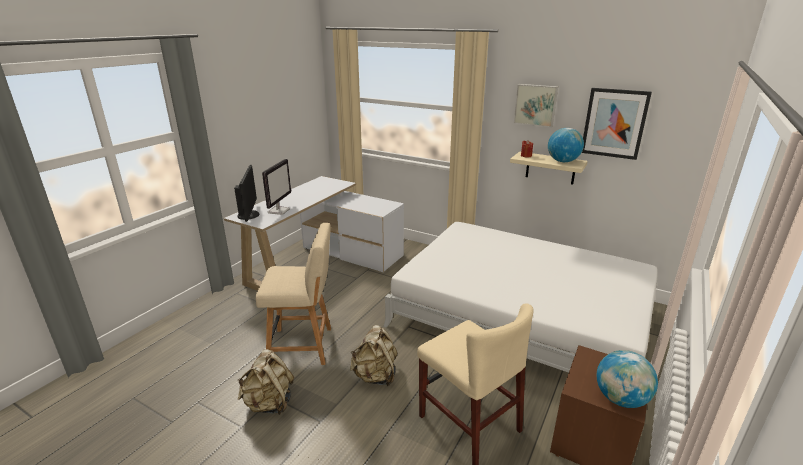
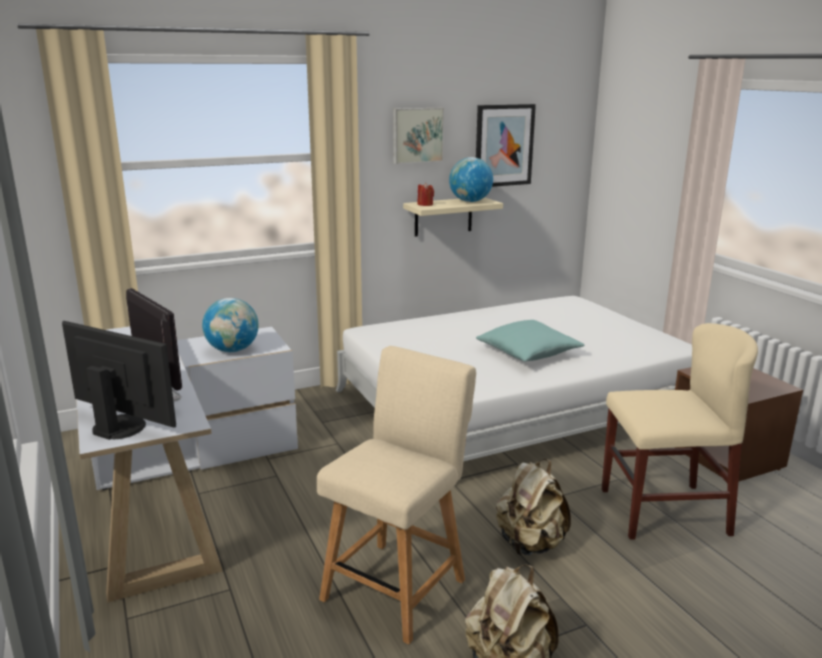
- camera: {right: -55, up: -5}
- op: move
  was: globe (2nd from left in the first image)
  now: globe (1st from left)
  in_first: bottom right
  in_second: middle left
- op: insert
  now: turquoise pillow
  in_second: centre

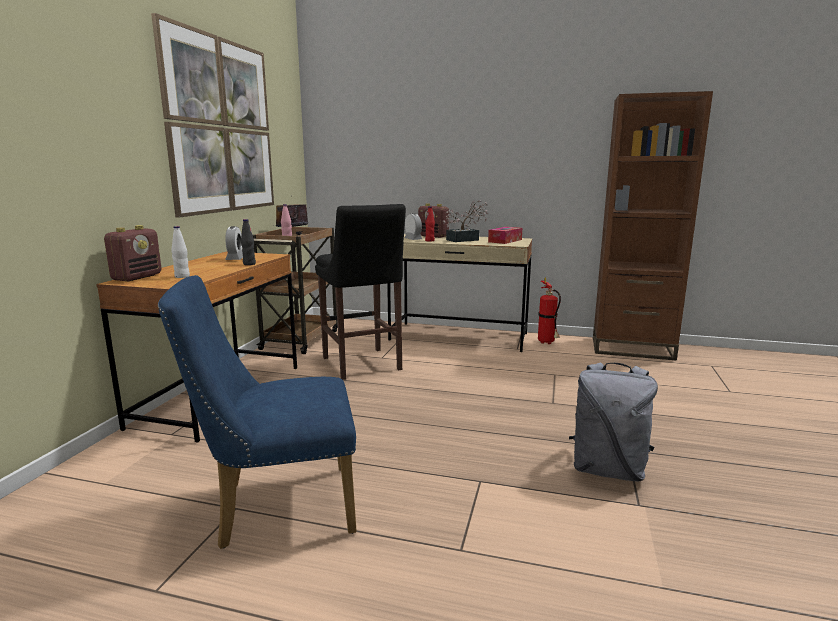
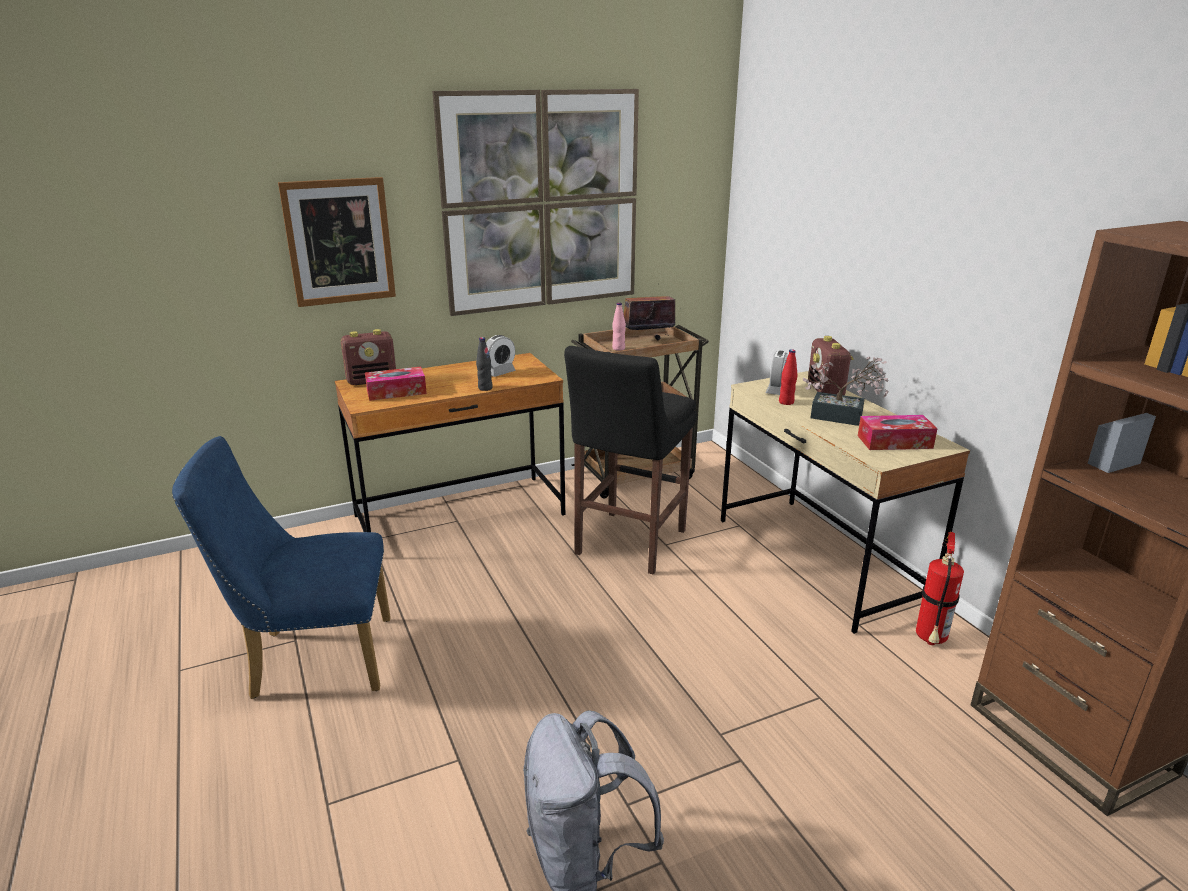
- camera: {right: 50, up: 10}
- op: rotate
  was: blue chair
  in_first: middle left
  in_second: middle left
  clockwise: -45
- op: replace
  was: white bottle
  now: tissue box (1st from left)
  in_first: middle left
  in_second: centre
- op: insert
  now: picture (1st from left)
  in_second: top left

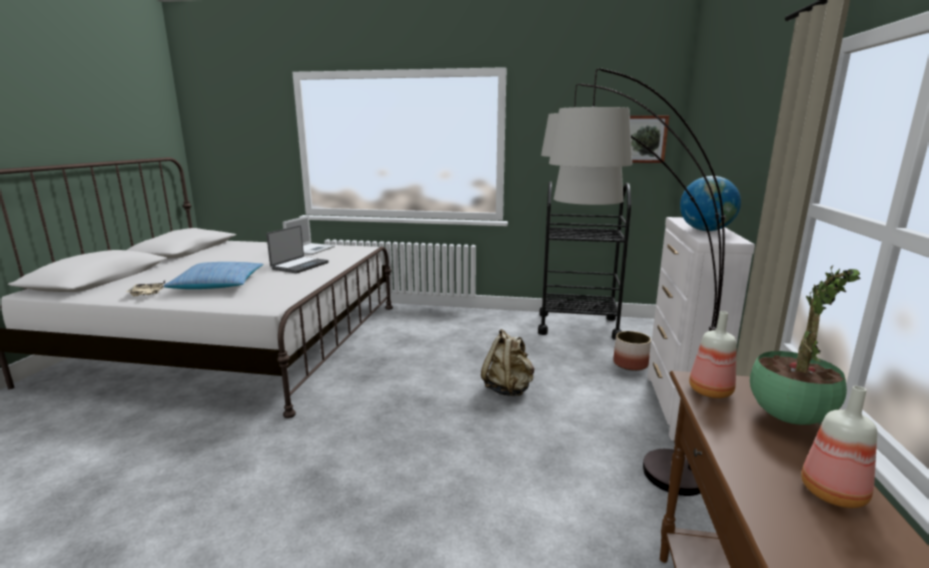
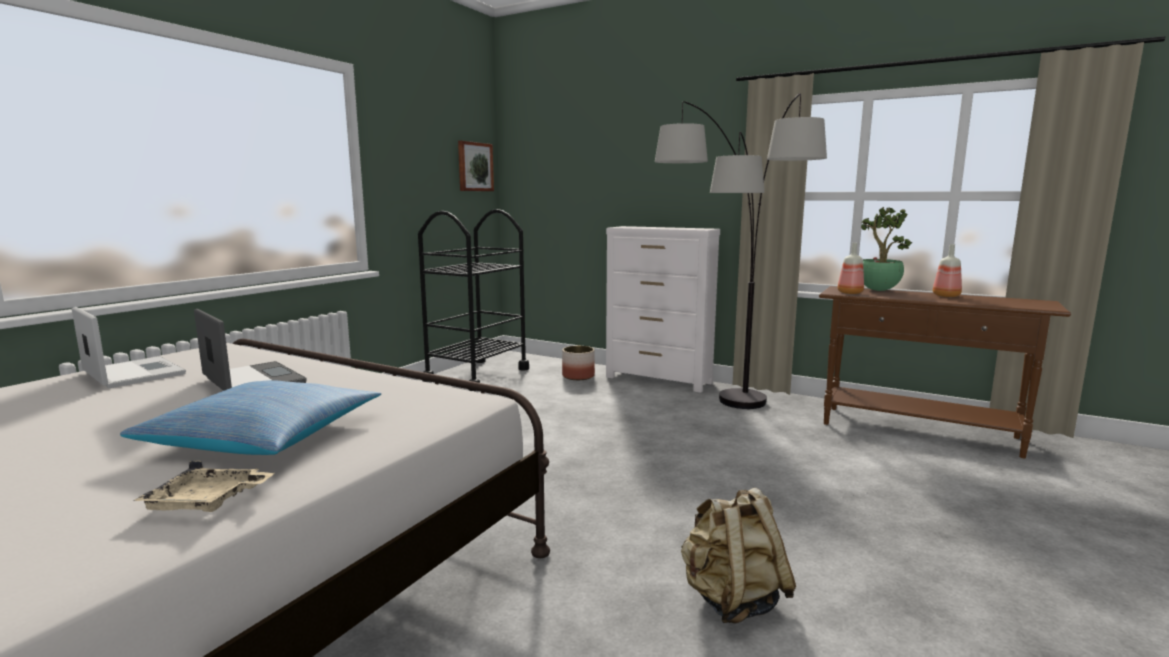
- camera: {right: -70, up: -5}
- op: move
  was: beige backpack
  in_first: centre
  in_second: bottom centre
- op: delete
  was: globe
  in_first: middle right

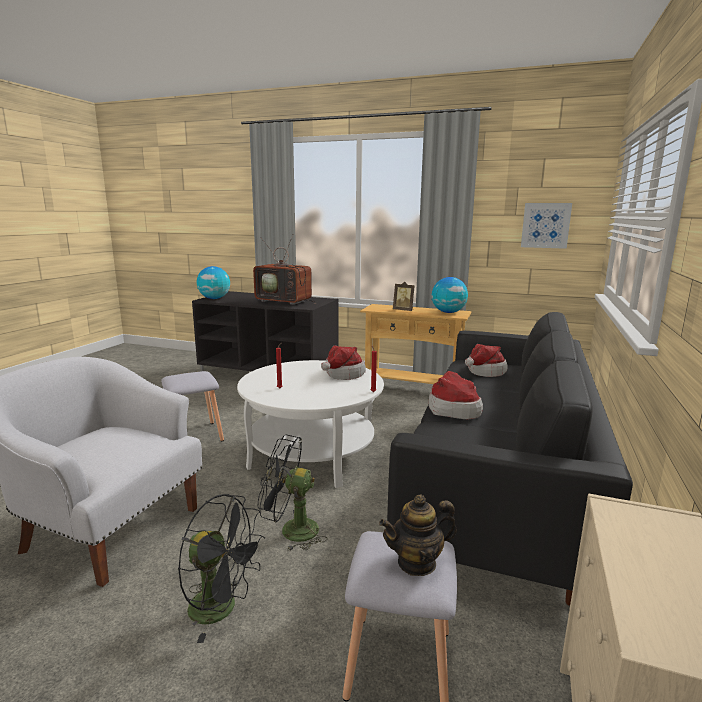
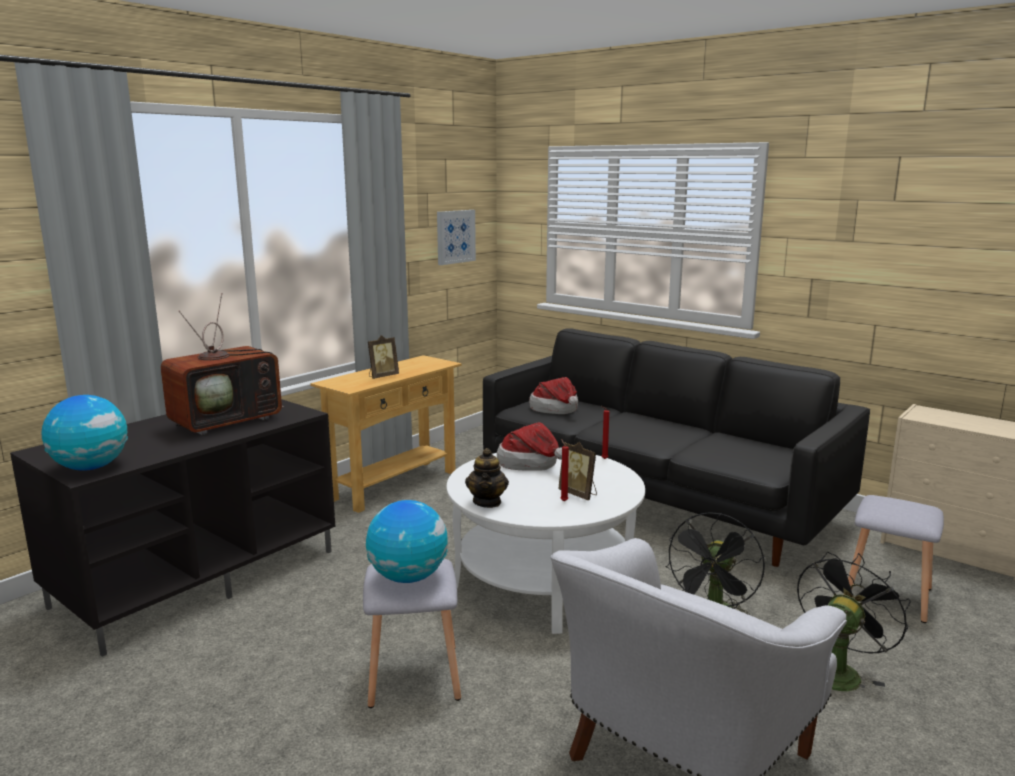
- camera: {right: -70, up: 0}
- op: move
  was: teapot
  in_first: bottom centre
  in_second: centre
- op: delete
  was: hat (2nd from left)
  in_first: centre
- op: move
  was: globe (2nd from left)
  in_first: centre
  in_second: bottom centre
- op: insert
  now: picture frame (2nd from left)
  in_second: centre

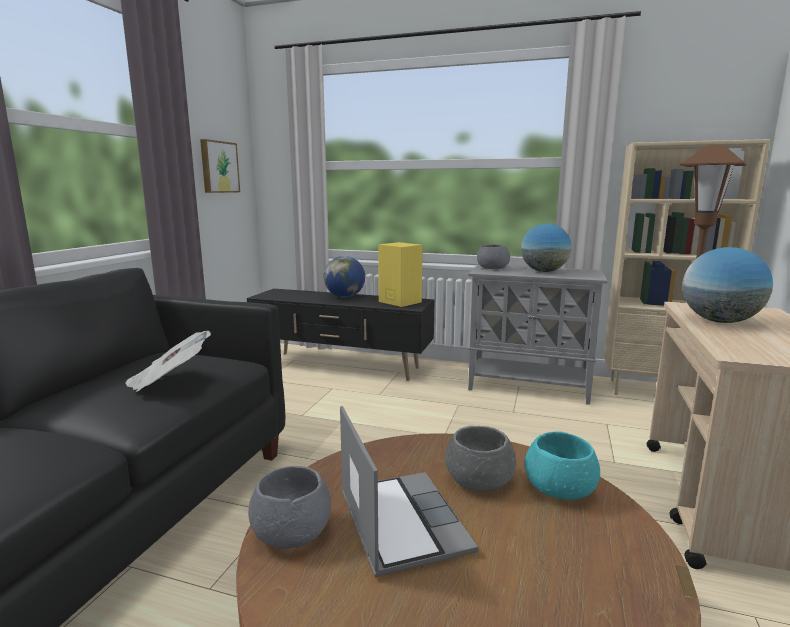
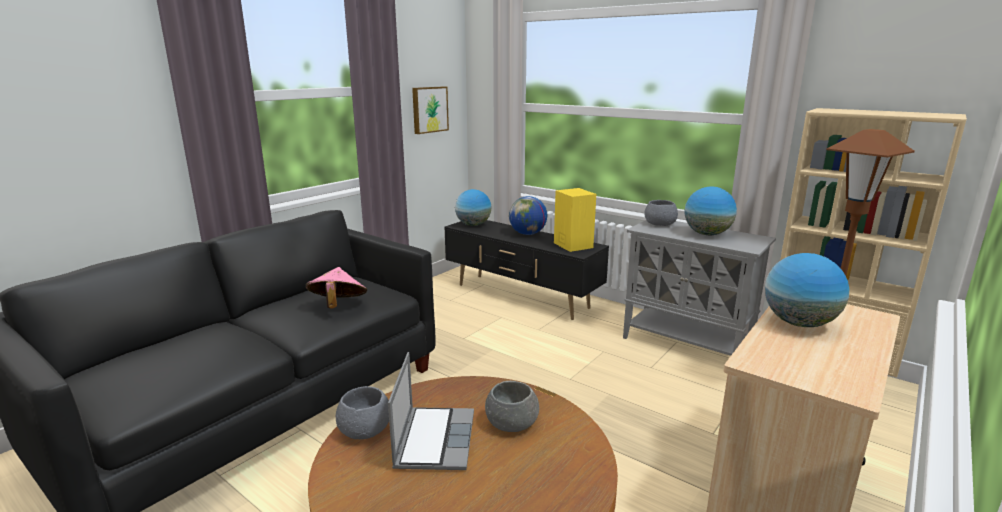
- camera: {right: 20, up: 5}
- op: replace
  was: newspaper
  now: pink hat
  in_first: middle left
  in_second: centre
- op: delete
  was: turquoise bowl
  in_first: bottom right
- op: insert
  now: globe (1st from left)
  in_second: centre

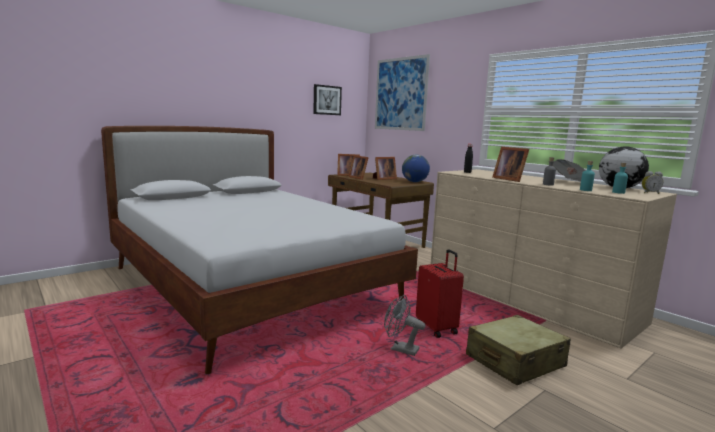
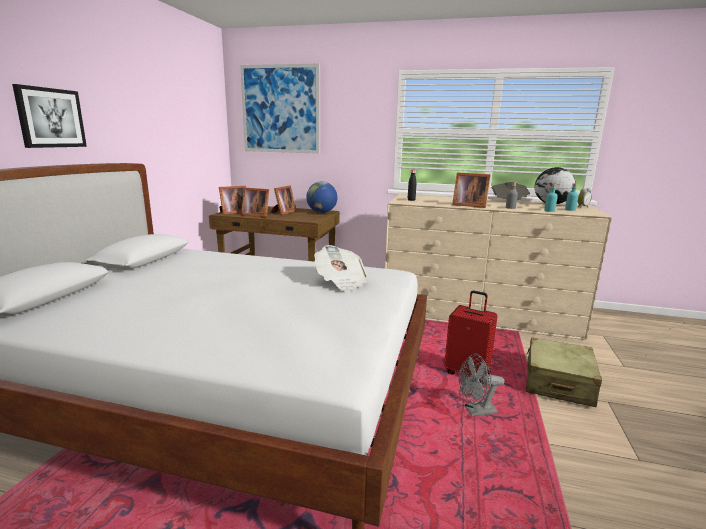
- camera: {right: -35, up: 5}
- op: move
  was: picture (1st from left)
  in_first: top centre
  in_second: top left
- op: insert
  now: newspaper (1st from left)
  in_second: centre

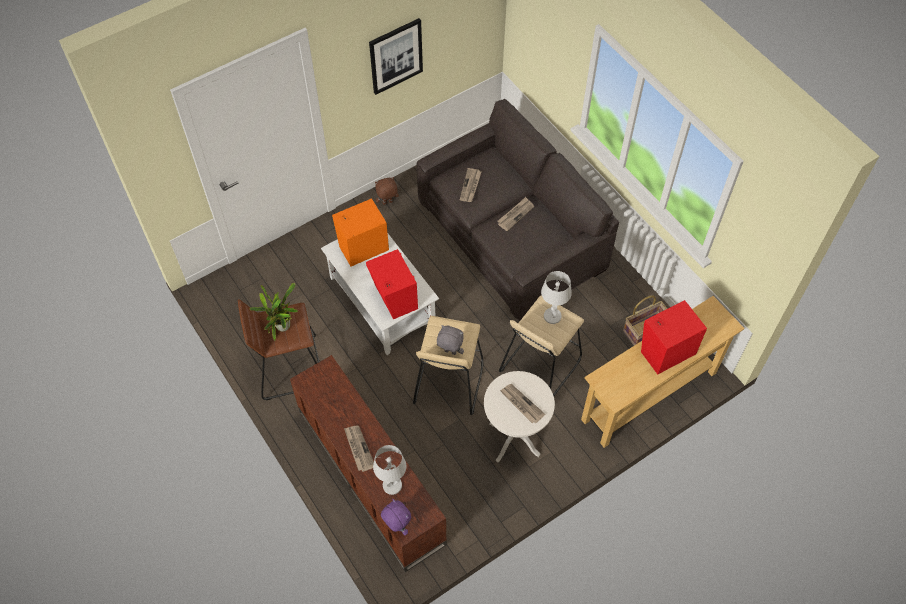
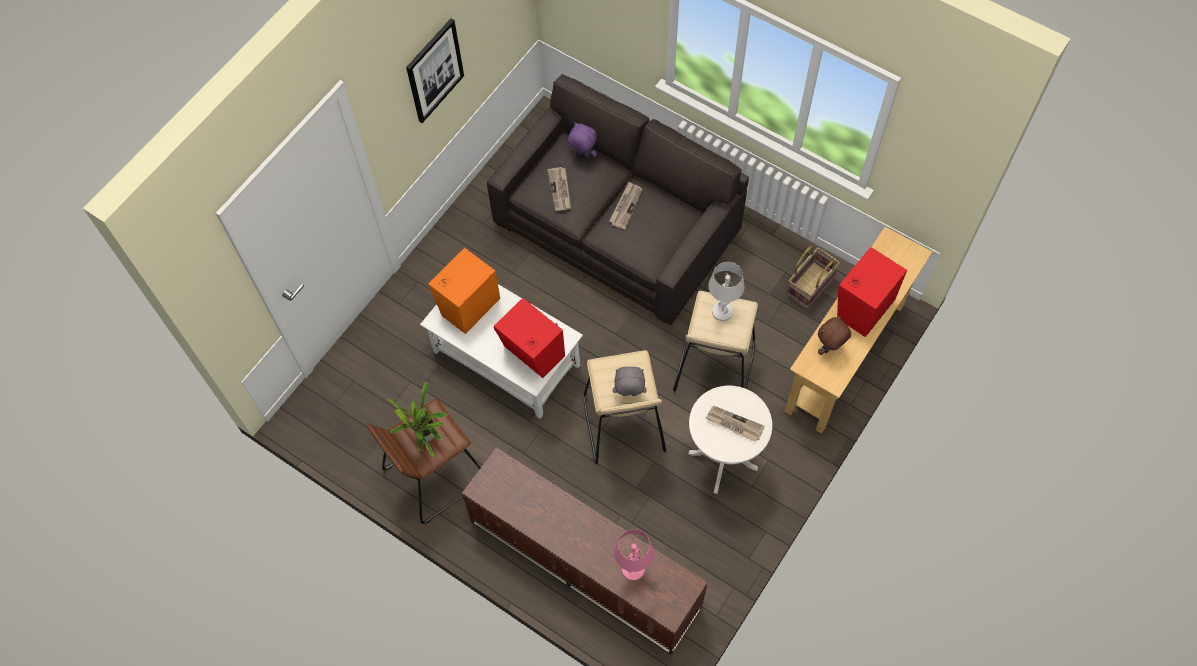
- camera: {right: -20, up: 5}
- op: delete
  was: newspaper (1st from left)
  in_first: bottom centre
- op: recolor
  was: white table lamp (1st from left)
  now: pink table lamp
  in_first: bottom centre
  in_second: bottom centre
- op: move
  was: brown plush toy
  in_first: top centre
  in_second: middle right
- op: move
  was: purple plush toy
  in_first: bottom centre
  in_second: top centre

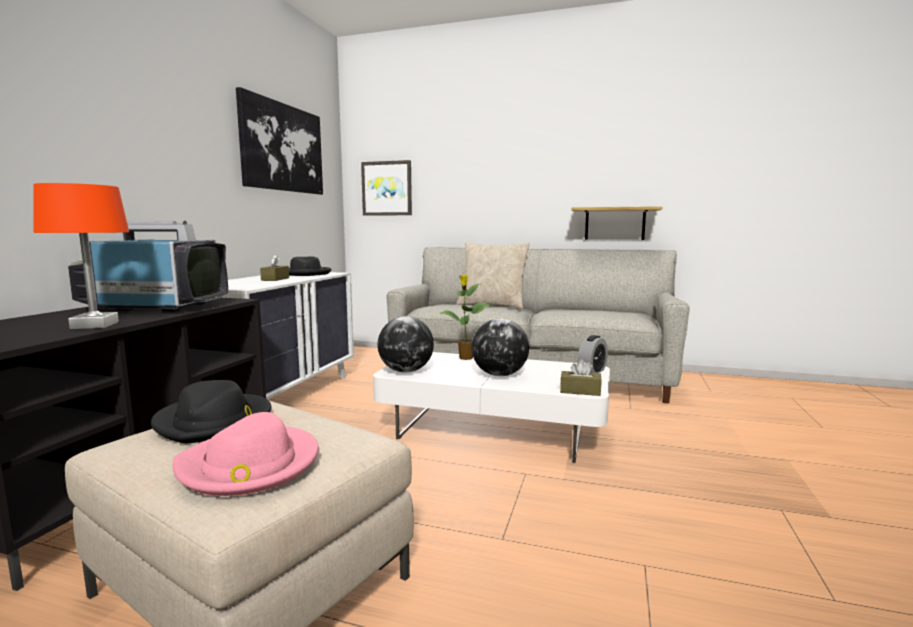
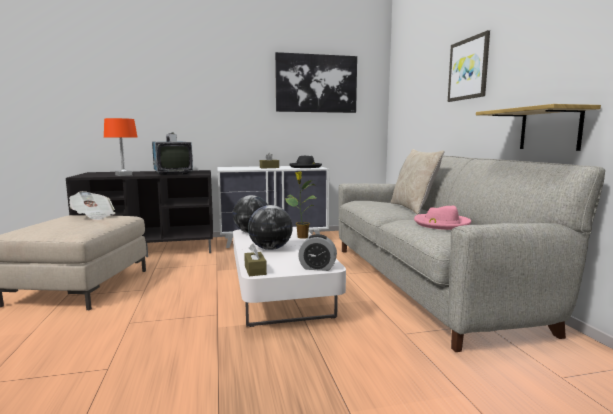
- camera: {right: 60, up: 0}
- op: replace
  was: black hat (1st from left)
  now: newspaper
  in_first: middle left
  in_second: middle left
- op: move
  was: pink hat
  in_first: bottom left
  in_second: middle right
- op: move
  was: picture (2nd from left)
  in_first: top centre
  in_second: top right

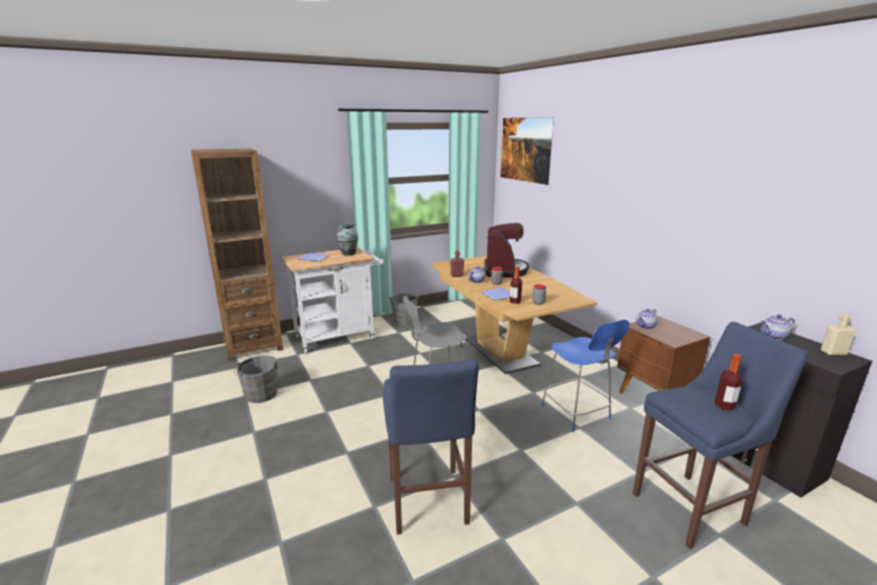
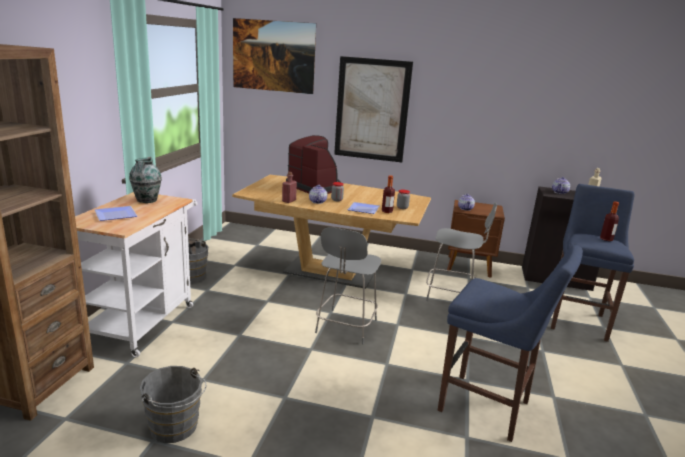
- camera: {right: -50, up: 0}
- op: recolor
  was: blue chair
  now: grey chair (2nd from left)
  in_first: middle right
  in_second: middle right
- op: insert
  now: picture (2nd from left)
  in_second: top centre

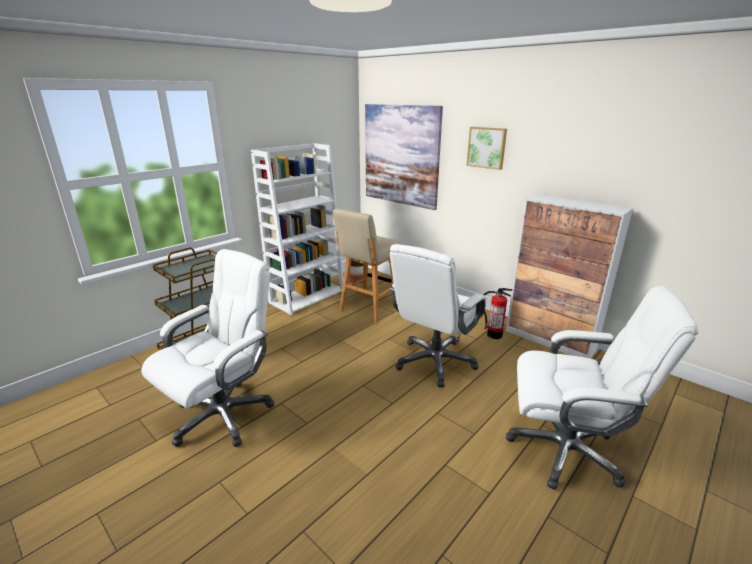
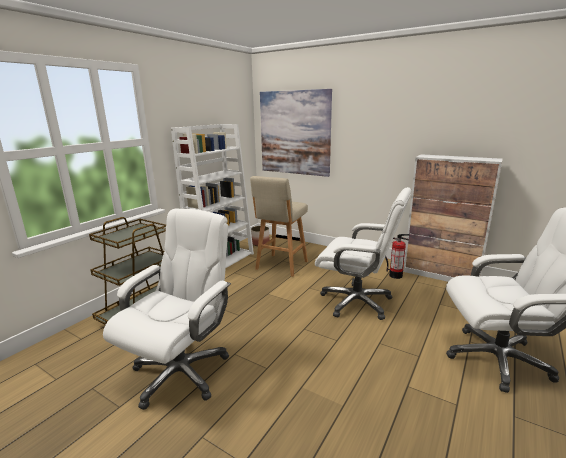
- camera: {right: -10, up: -5}
- op: rotate
  was: white office chair (2nd from left)
  in_first: centre
  in_second: centre
  clockwise: -90
- op: delete
  was: picture (2nd from left)
  in_first: top centre

